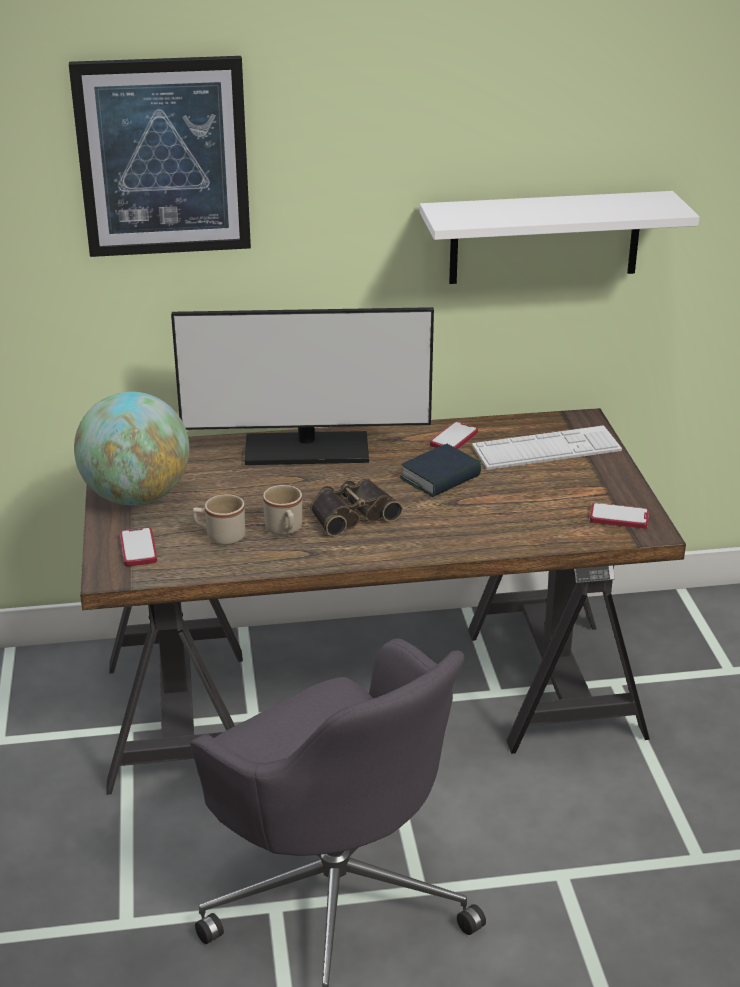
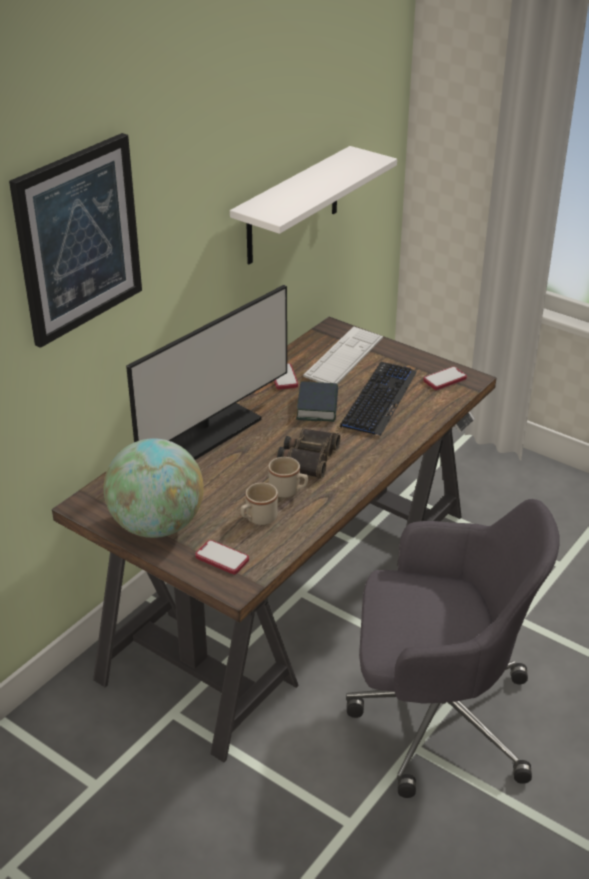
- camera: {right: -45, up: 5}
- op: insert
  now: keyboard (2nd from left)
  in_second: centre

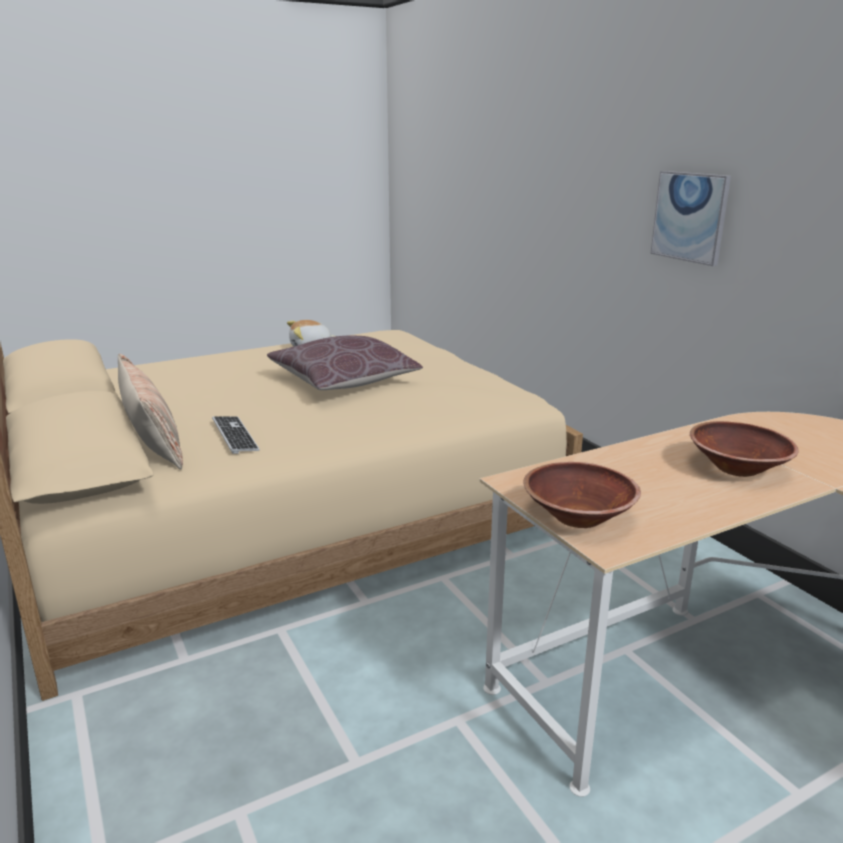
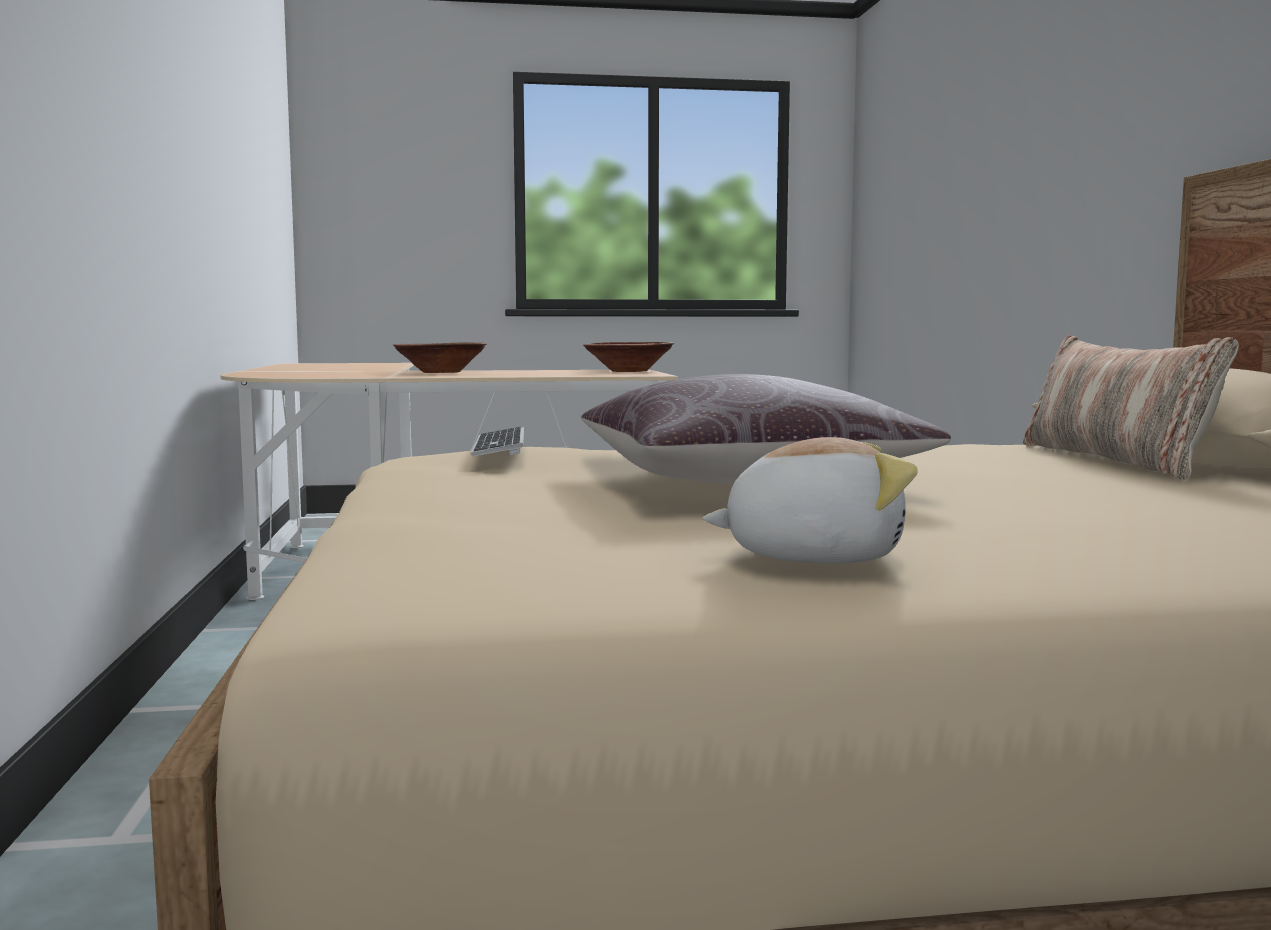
- camera: {right: -160, up: -15}
- op: move
  was: keyboard
  in_first: middle left
  in_second: centre
- op: delete
  was: picture
  in_first: top right

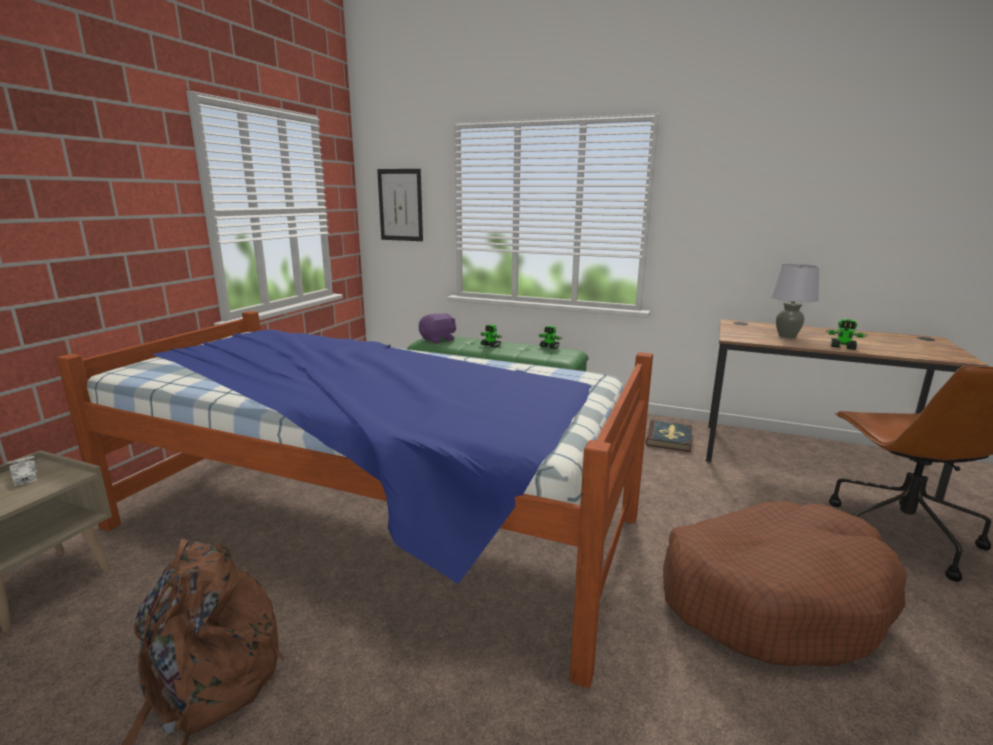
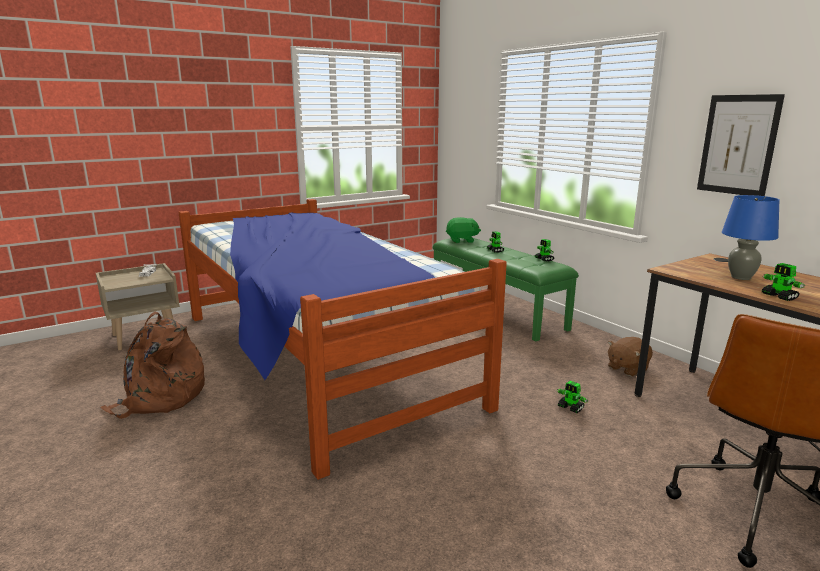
- camera: {right: 35, up: 0}
- op: move
  was: picture
  in_first: top centre
  in_second: top right
- op: recolor
  was: purple plush toy
  now: green plush toy
  in_first: centre
  in_second: centre
- op: replace
  was: book
  now: brown plush toy
  in_first: middle right
  in_second: middle right
- op: delete
  was: brown dog bed
  in_first: bottom right
- op: recolor
  was: grey table lamp
  now: blue table lamp
  in_first: middle right
  in_second: middle right
- op: insert
  now: toy robot (3rd from left)
  in_second: bottom right

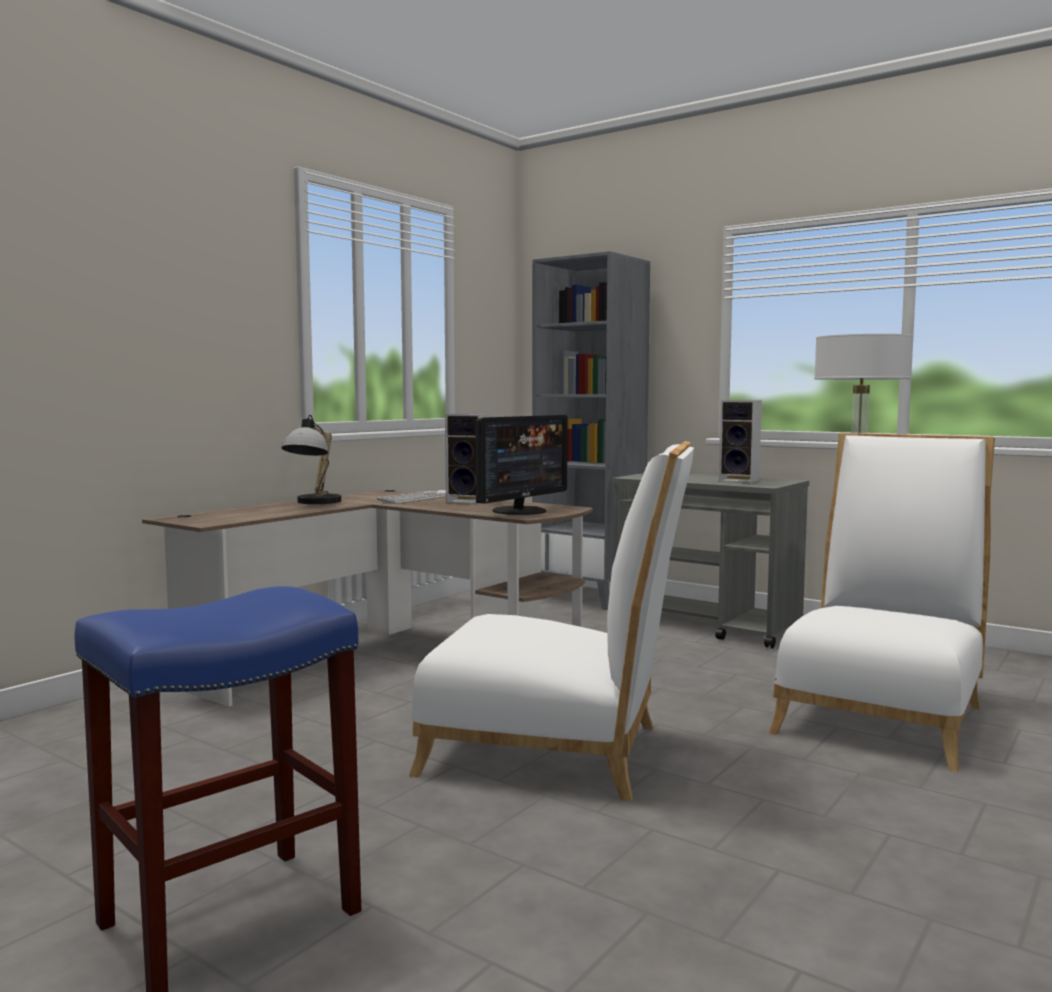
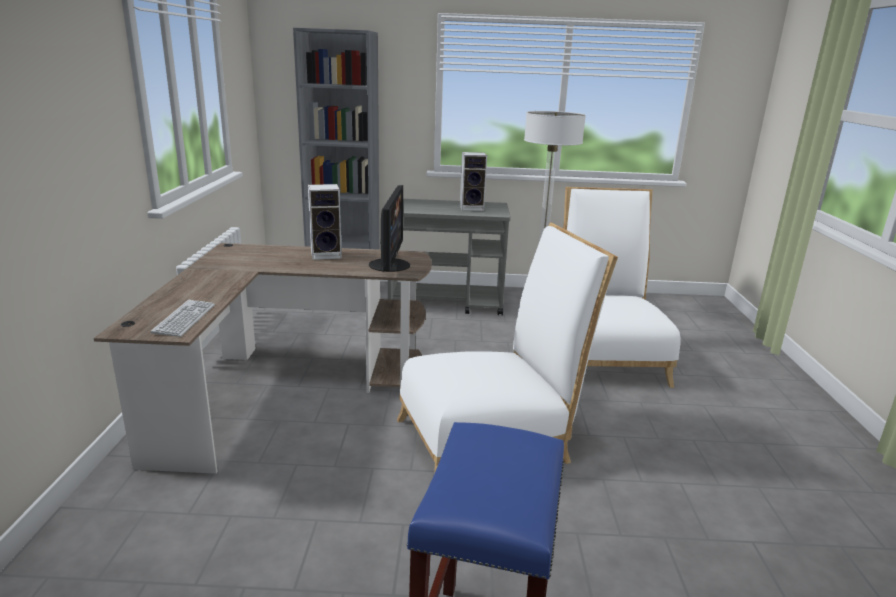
- camera: {right: -35, up: 15}
- op: delete
  was: table lamp
  in_first: middle left
- op: move
  was: keyboard
  in_first: centre
  in_second: middle left

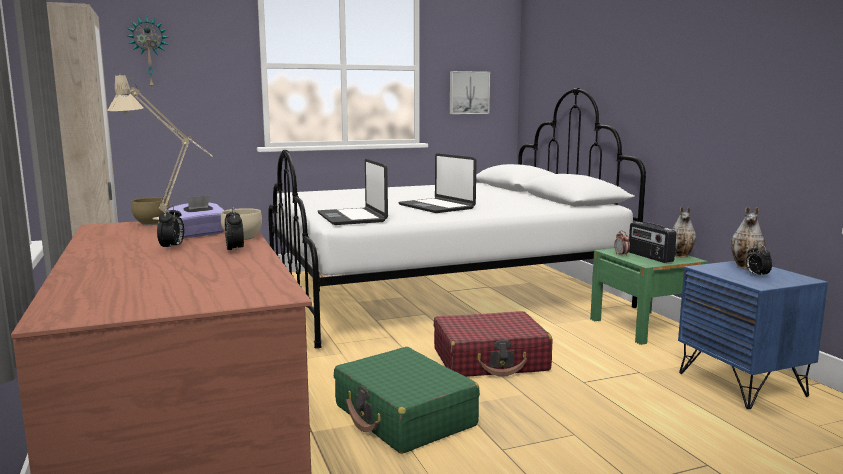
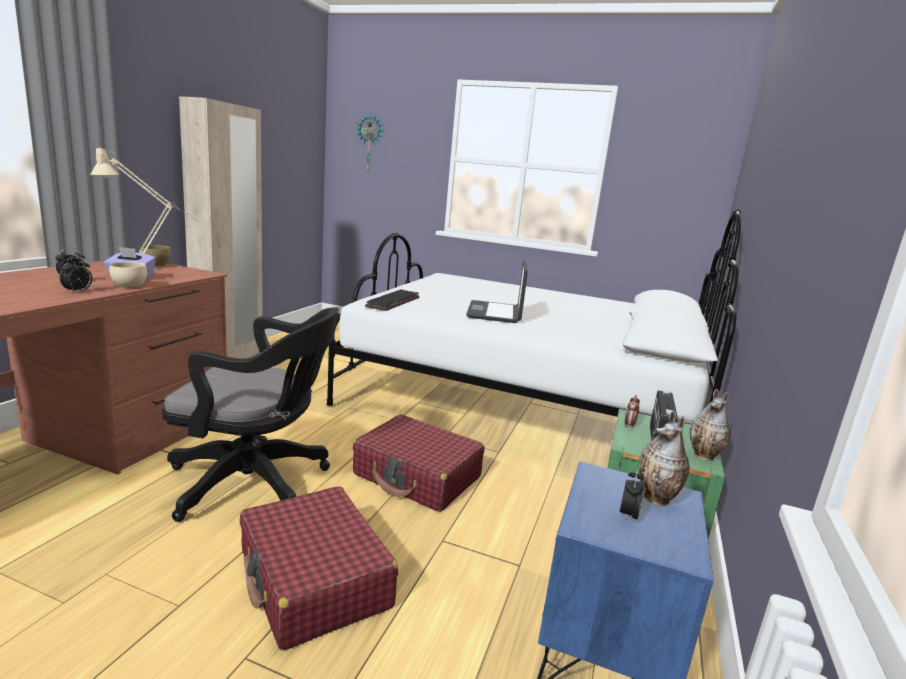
- camera: {right: 40, up: 5}
- op: replace
  was: laptop (1st from left)
  now: keyboard
  in_first: centre
  in_second: centre
- op: replace
  was: green suitcase
  now: black office chair
  in_first: bottom centre
  in_second: middle left
- op: delete
  was: picture
  in_first: top centre
- op: insert
  now: red suitcase (1st from left)
  in_second: bottom centre

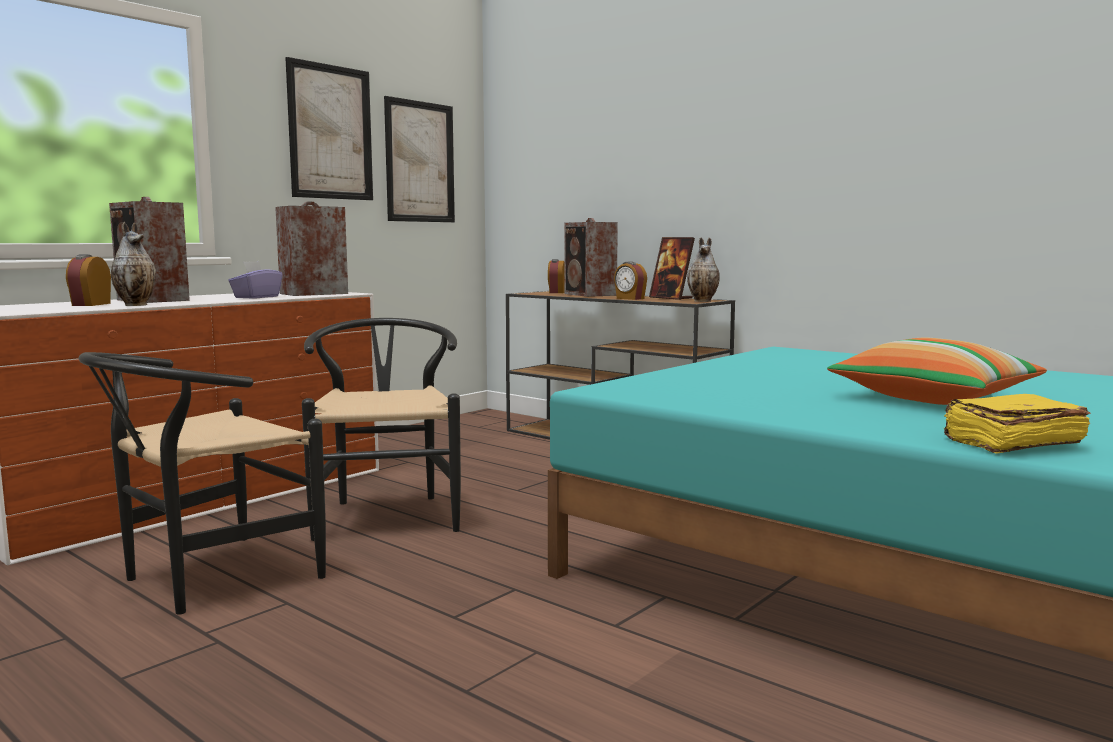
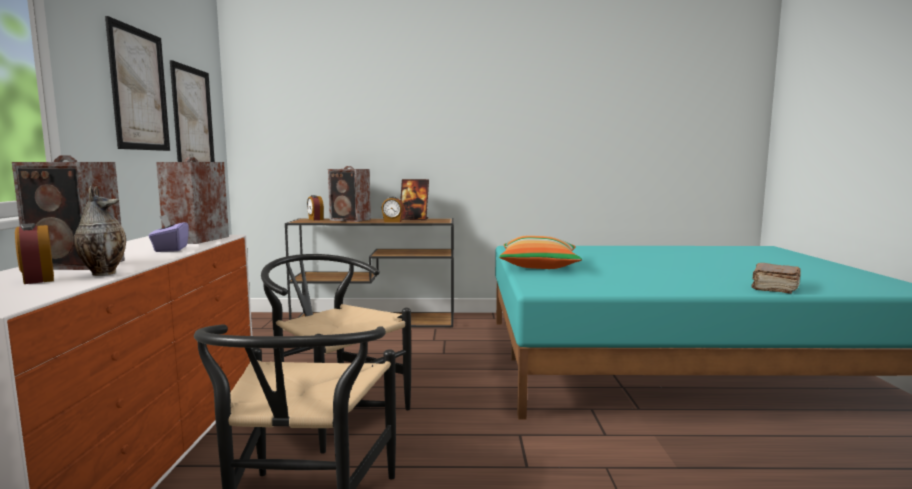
- camera: {right: -40, up: 0}
- op: delete
  was: vase (2nd from left)
  in_first: centre
- op: move
  was: pillow
  in_first: middle right
  in_second: centre
- op: recolor
  was: yellow book
  now: brown book
  in_first: middle right
  in_second: middle right

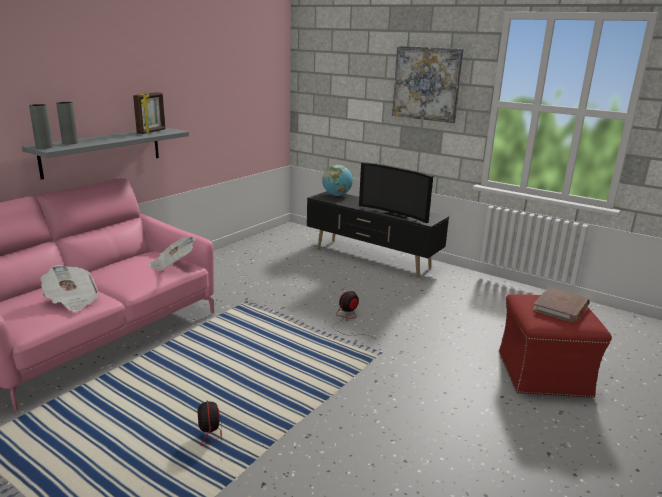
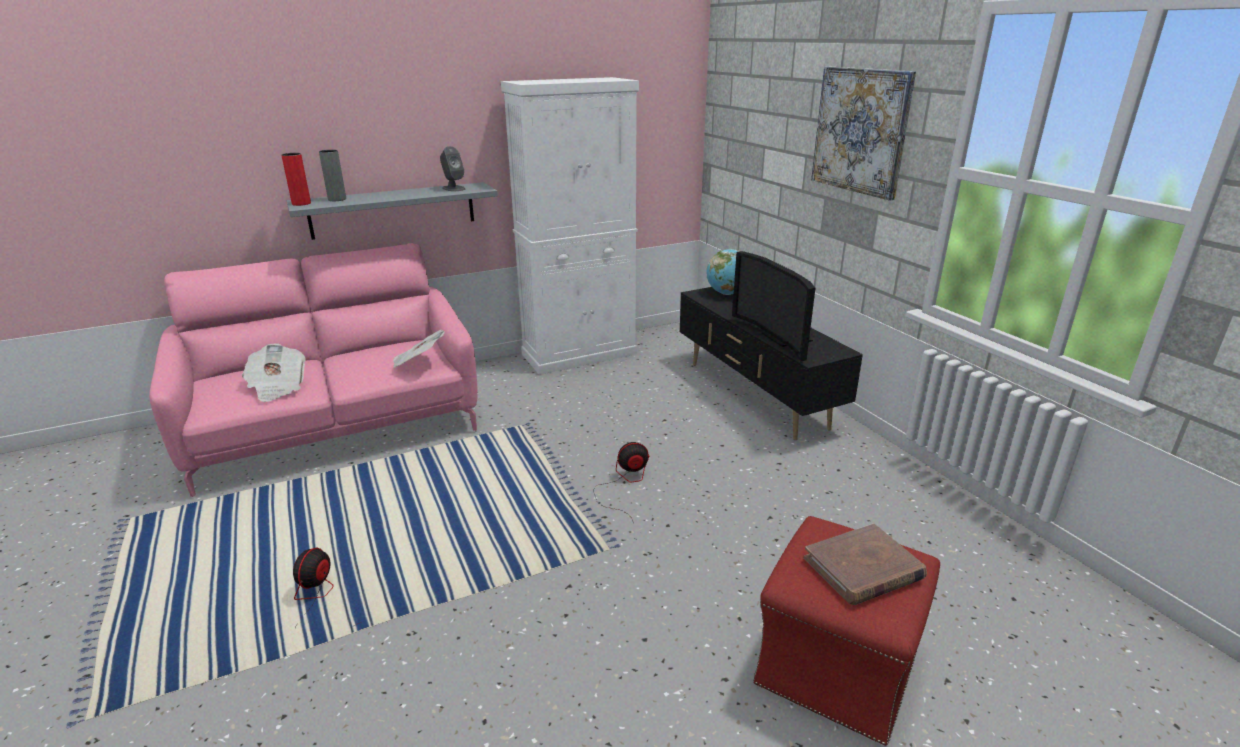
- camera: {right: 30, up: 5}
- op: recolor
  was: grey vase (1st from left)
  now: red vase
  in_first: top left
  in_second: top left
- op: replace
  was: picture frame
  now: grey speaker
  in_first: top left
  in_second: top centre
- op: insert
  now: white cabinet
  in_second: top centre

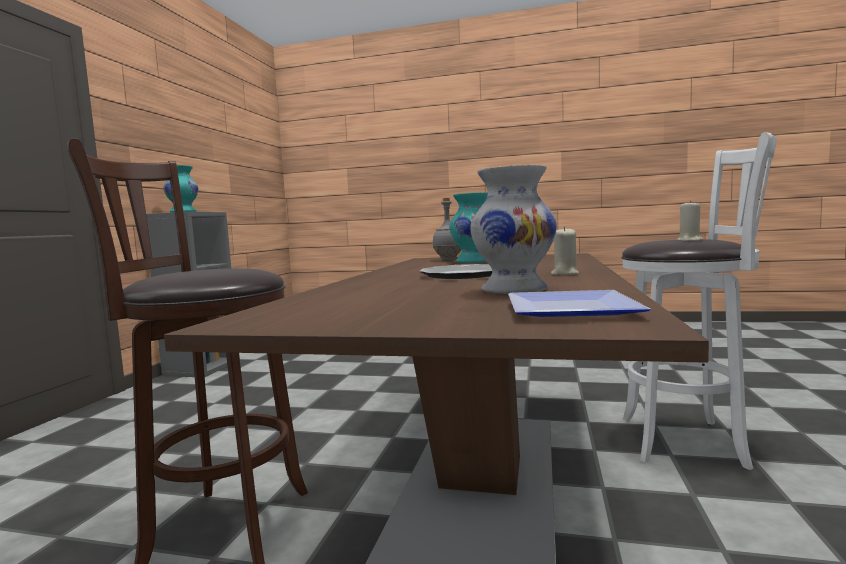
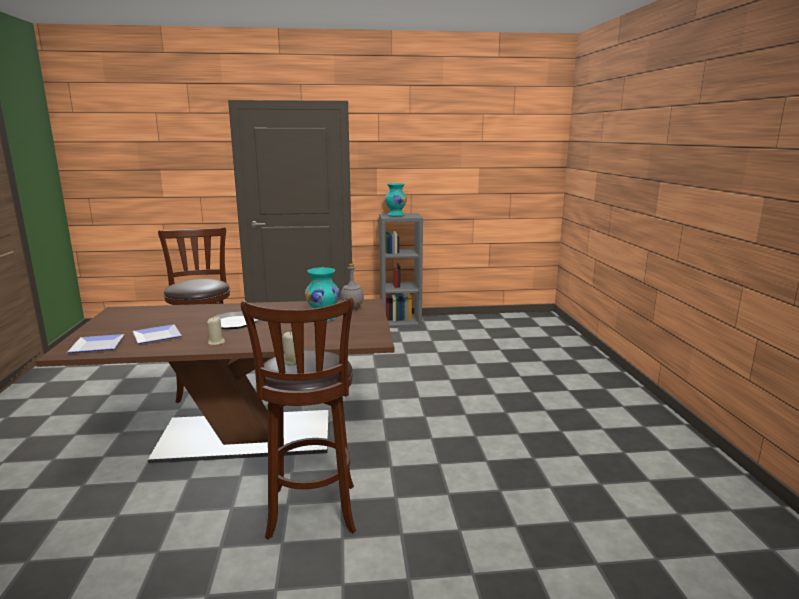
- camera: {right: 70, up: 10}
- op: replace
  was: white vase
  now: plate (2nd from left)
  in_first: centre
  in_second: middle left
- op: recolor
  was: white stool
  now: brown stool (2nd from left)
  in_first: middle right
  in_second: bottom centre

